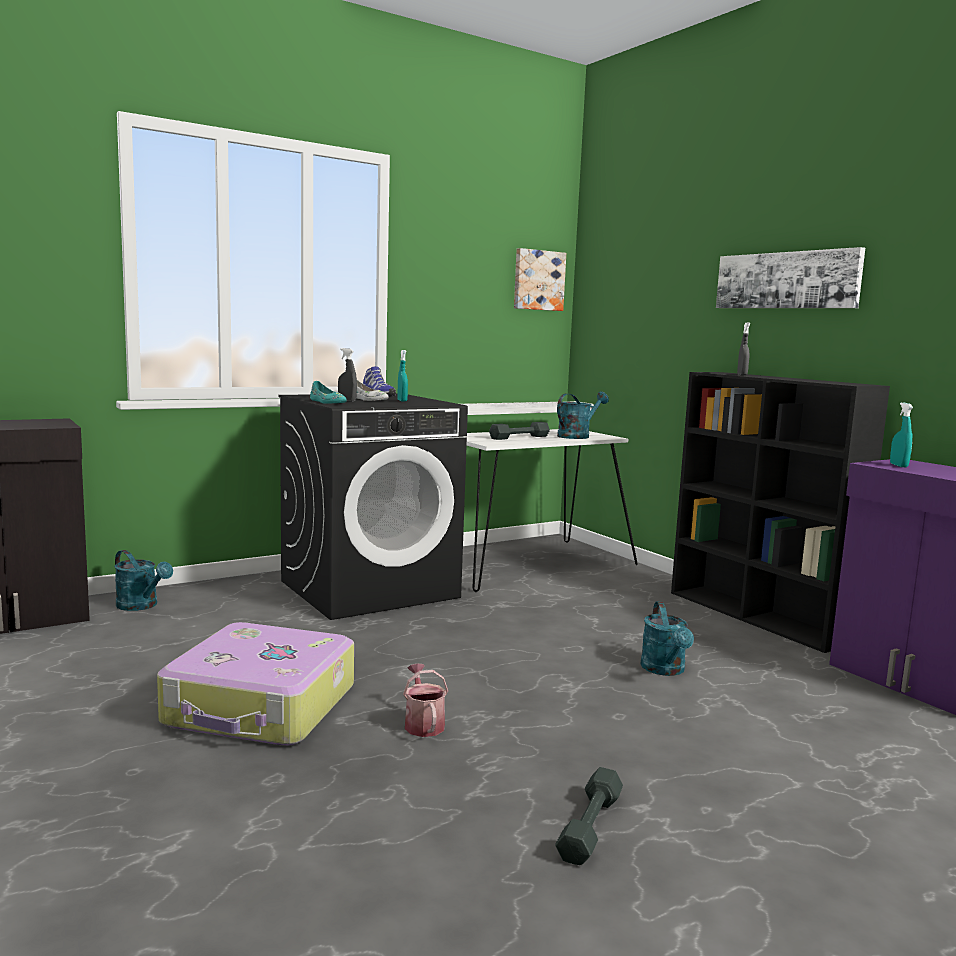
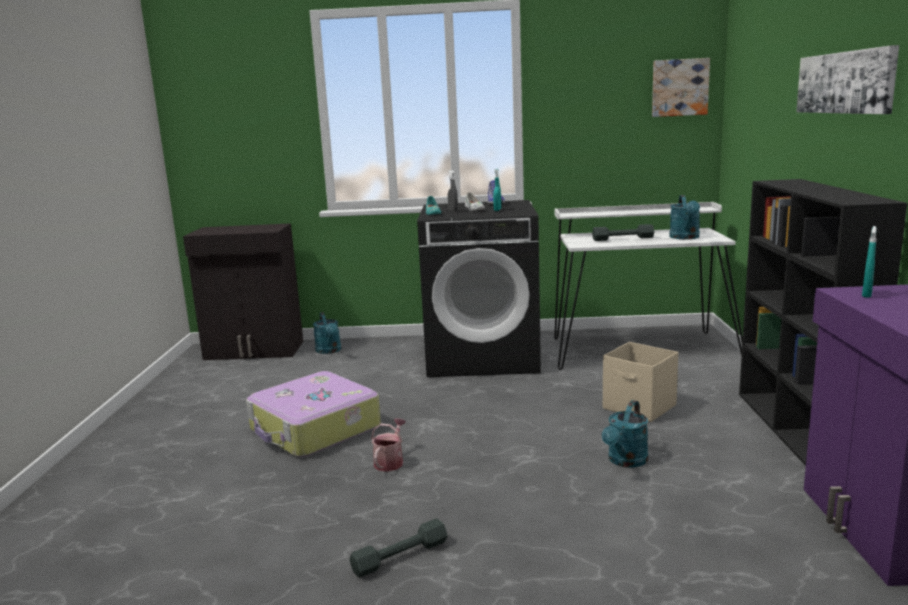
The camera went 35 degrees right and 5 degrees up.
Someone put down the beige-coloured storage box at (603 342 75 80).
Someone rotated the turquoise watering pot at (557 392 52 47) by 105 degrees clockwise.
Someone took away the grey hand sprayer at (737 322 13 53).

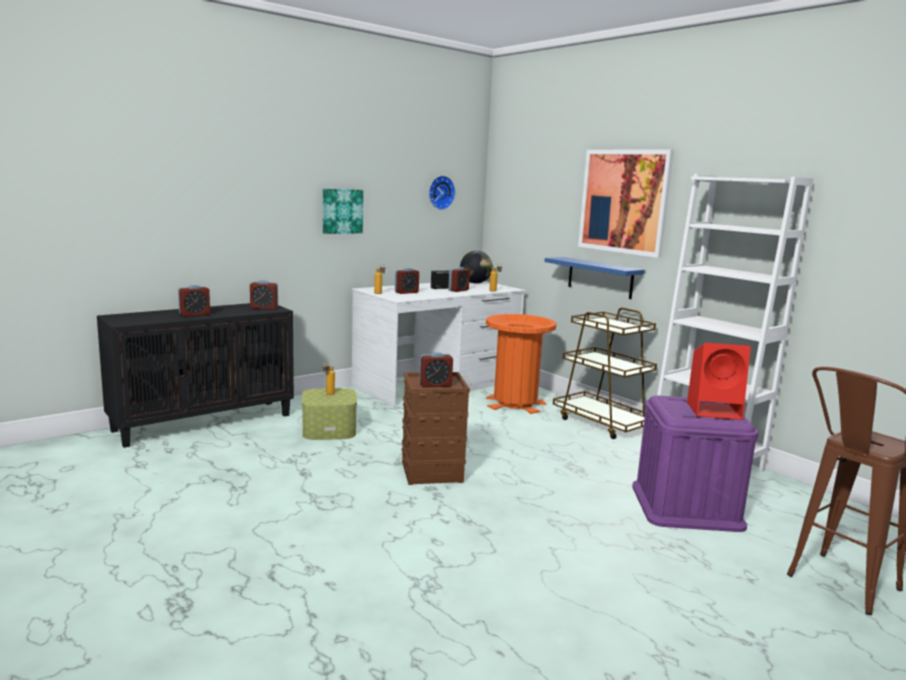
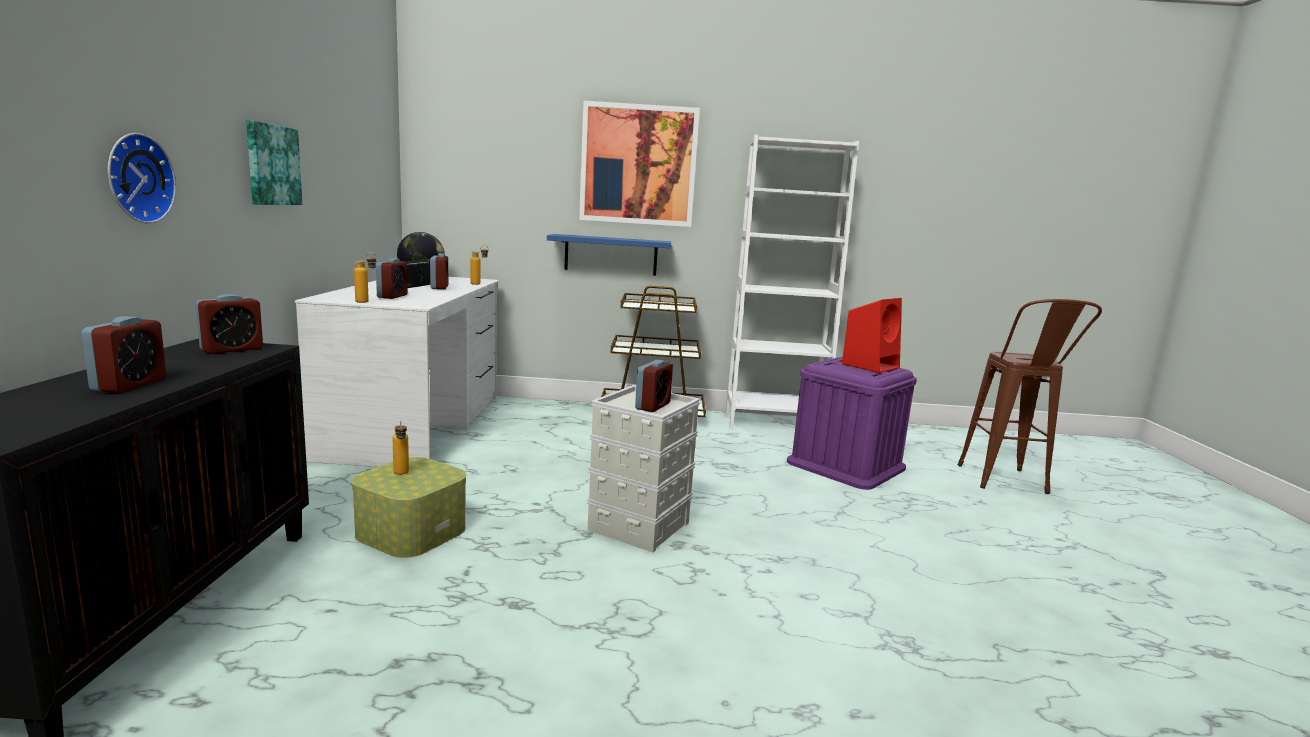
The camera went 50 degrees left and 0 degrees up.
Someone carried the wall clock from (429 176 27 34) to (108 133 68 90).
Someone repainted the brown storage box at (401 372 69 113), which became the grey storage box at (587 385 113 167).
Someone took away the orange-coloured rubbish bin at (486 314 71 100).

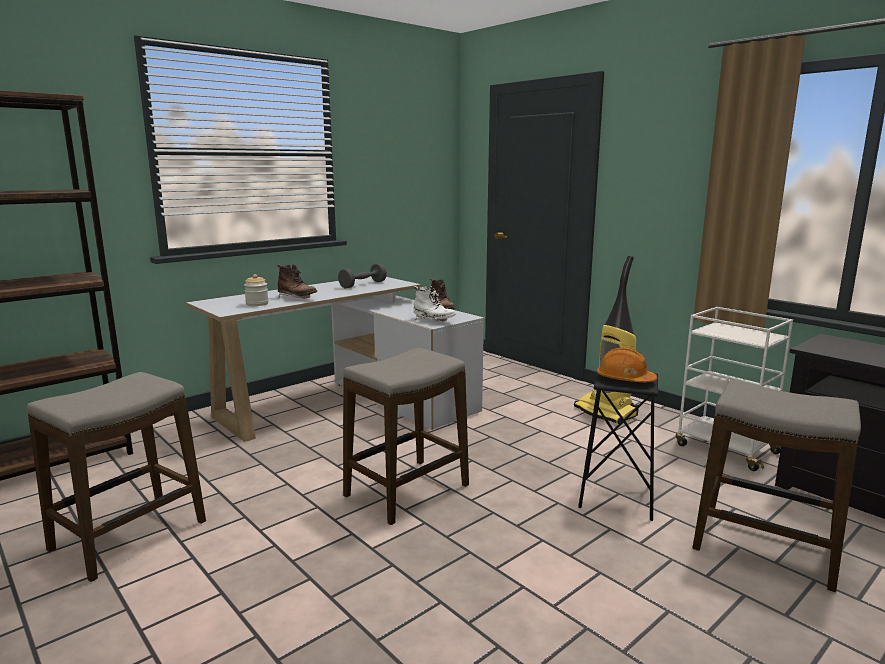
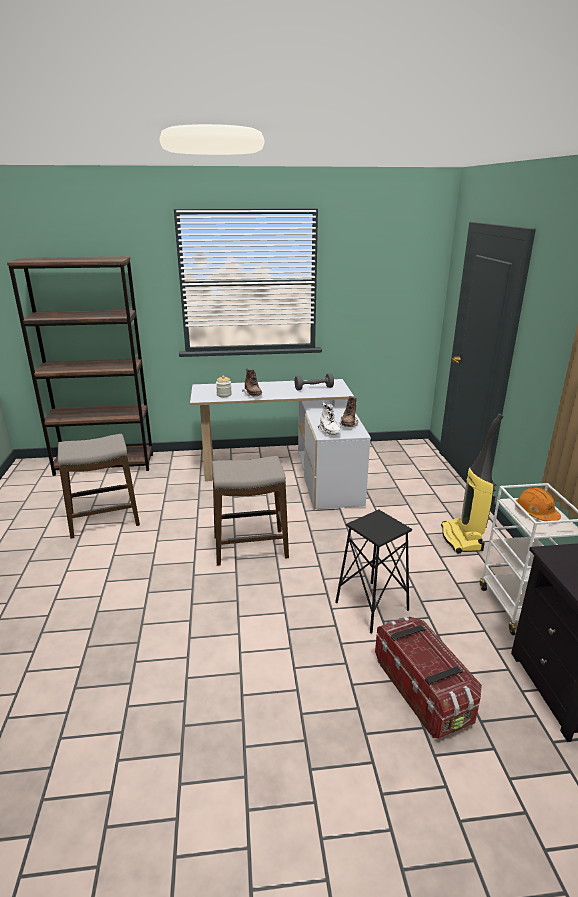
The camera went 35 degrees right and 10 degrees up.
Someone swapped the sitting stool at (693 380 168 212) for the storage box at (375 617 107 122).
Someone carried the orange-coloured hard hat from (597 347 60 35) to (515 488 46 33).

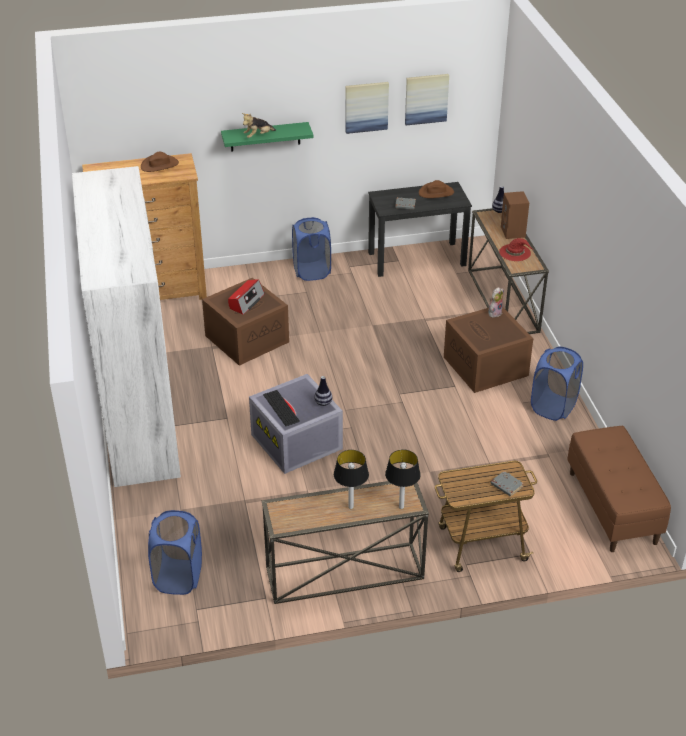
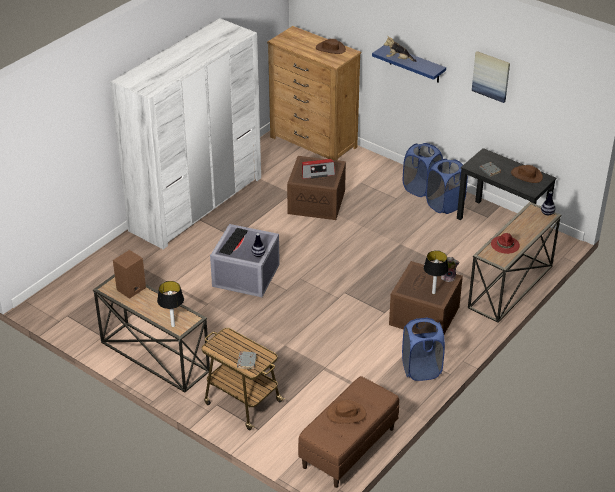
The camera went 50 degrees right and 0 degrees up.
Someone carried the brown speaker from (501 191 28 48) to (113 250 33 49).
Someone put down the brown hat at (327 399 39 25).
Someone repainted the greenish wall shelf at (221 122 92 30), which became the blue wall shelf at (372 45 74 38).
Someone carried the lamp for a table from (334 450 35 59) to (423 250 26 44).
Someone carried the blue hamper from (148 510 54 85) to (426 159 42 55).
Someone took away the picture at (405 74 44 52).

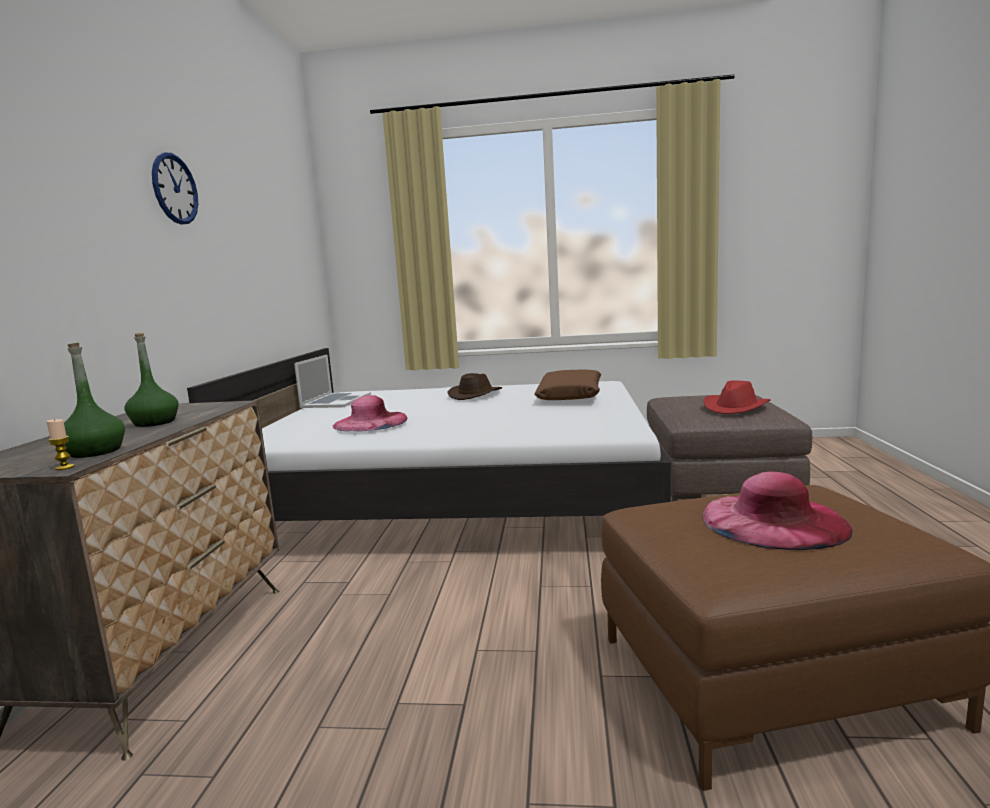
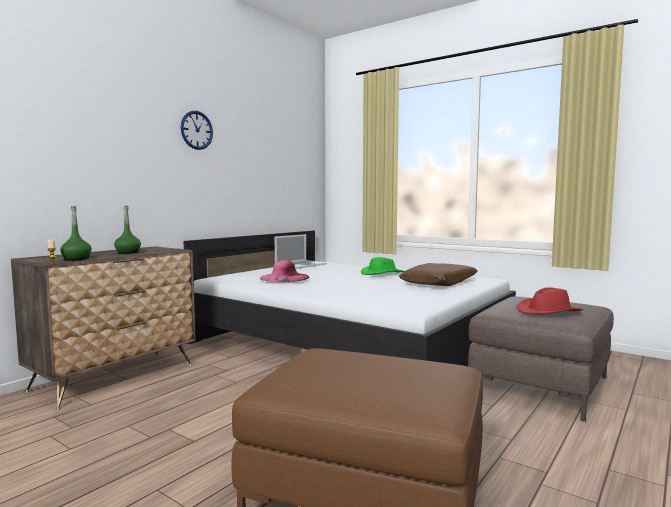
The camera went 30 degrees right and 5 degrees down.
Someone repainted the brown hat at (447 373 55 27), which became the greenish hat at (361 257 43 18).
Someone took away the pink hat at (703 472 150 78).

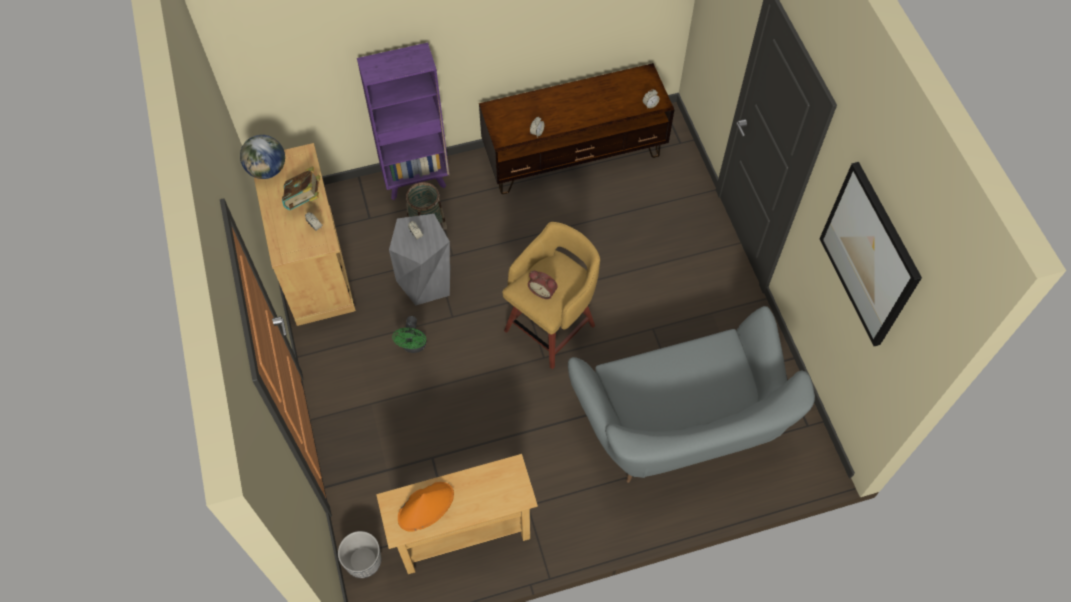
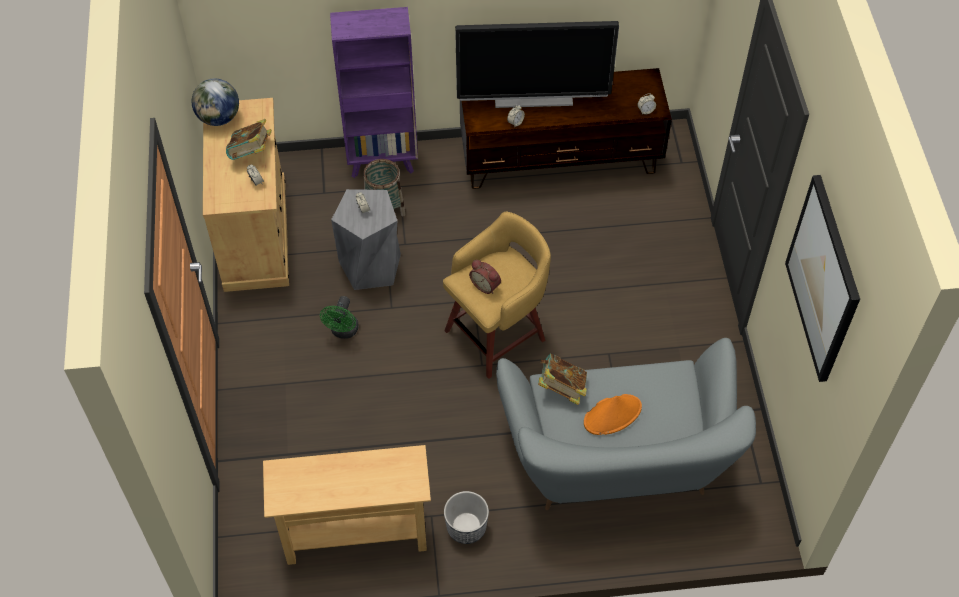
The camera went 10 degrees right and 5 degrees down.
Someone carried the plant pot from (338 531 44 47) to (444 491 45 53).
Someone put down the TV set at (455 21 164 87).
Someone put down the book at (538 353 49 52).
Someone carried the orange-coloured hat from (398 482 56 49) to (584 394 58 41).

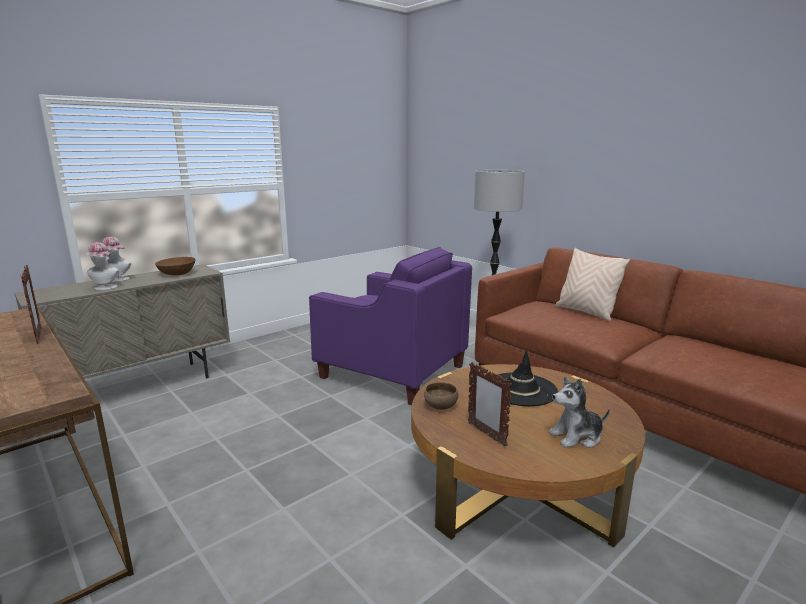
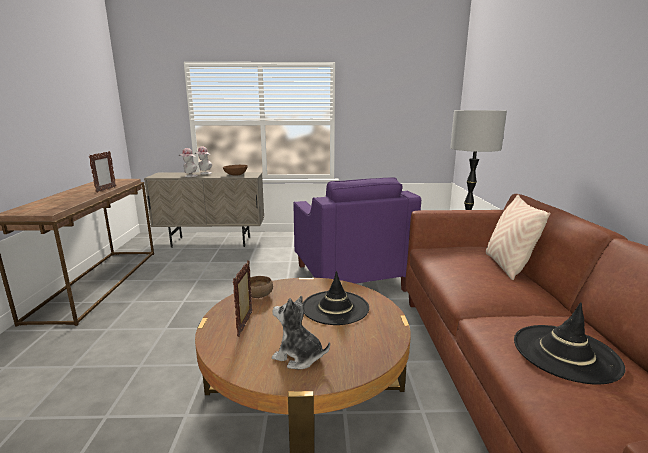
The camera went 40 degrees right and 0 degrees up.
Someone put down the blackish hat at (514 302 111 82).

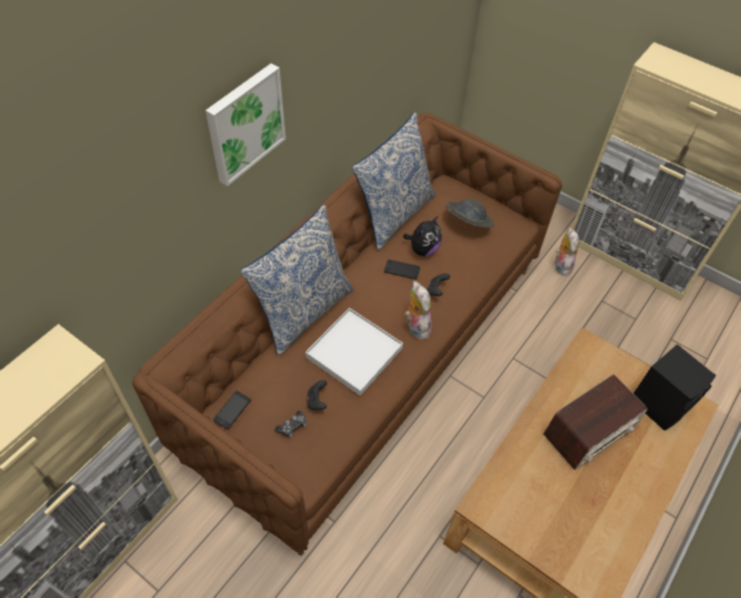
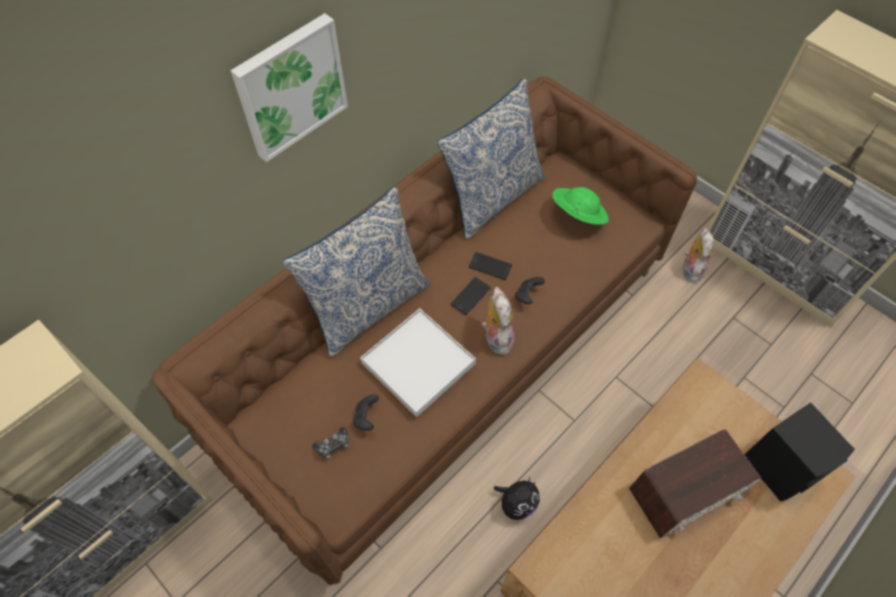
The camera went 10 degrees right and 5 degrees up.
Someone carried the telephone from (213 391 38 38) to (451 277 40 38).
Someone carried the soft toy from (403 216 39 40) to (494 477 46 43).
Someone repainted the grey hat at (446 199 48 28), which became the greenish hat at (552 187 57 38).

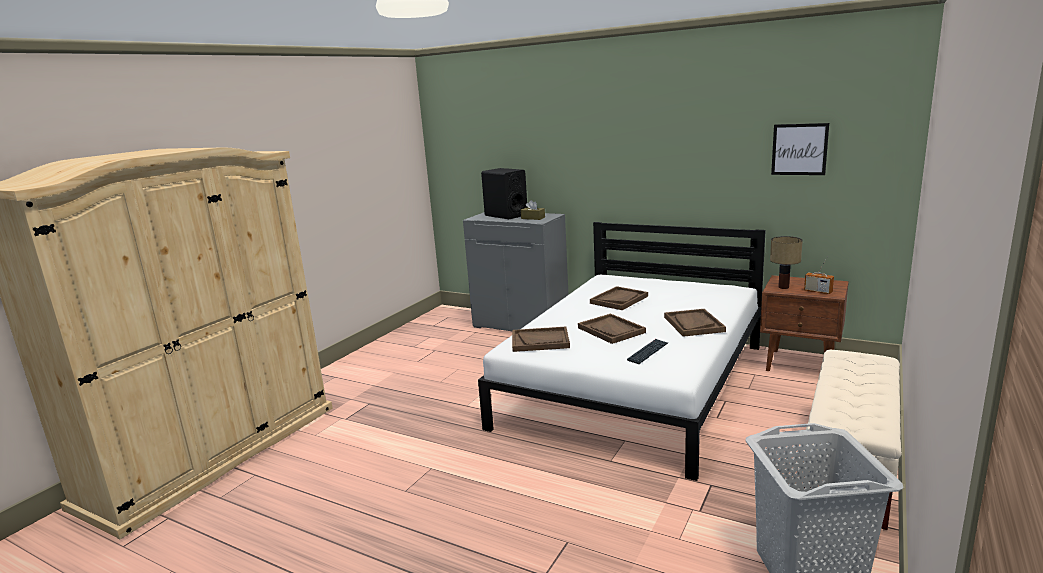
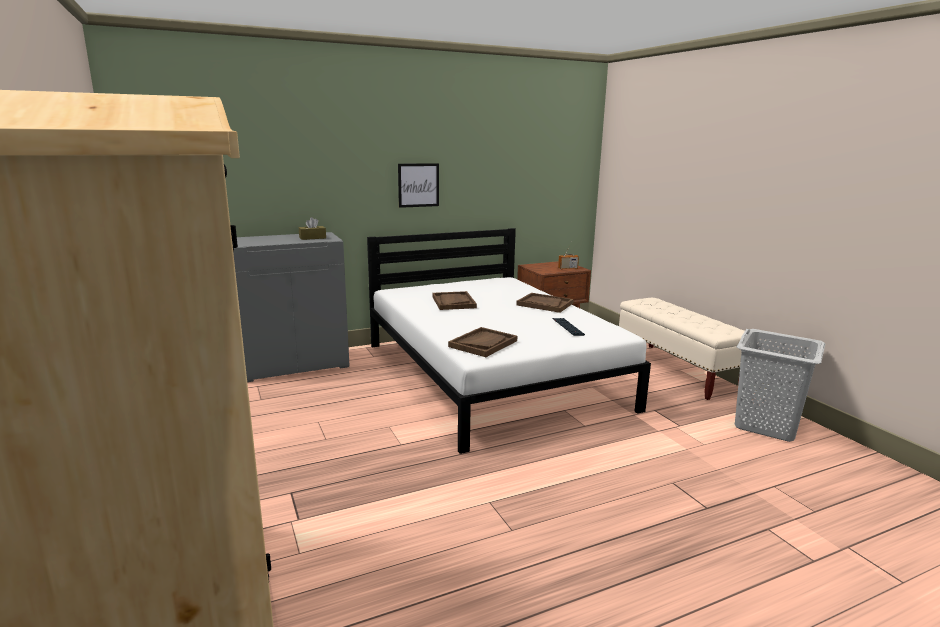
The camera went 55 degrees left and 0 degrees up.
Someone carried the picture from (771 123 58 52) to (398 163 41 45).
Someone took away the blackish speaker at (481 168 46 51).
Someone took away the brown tray at (578 314 68 30).
Someone took away the lamp for a table at (770 236 33 53).

